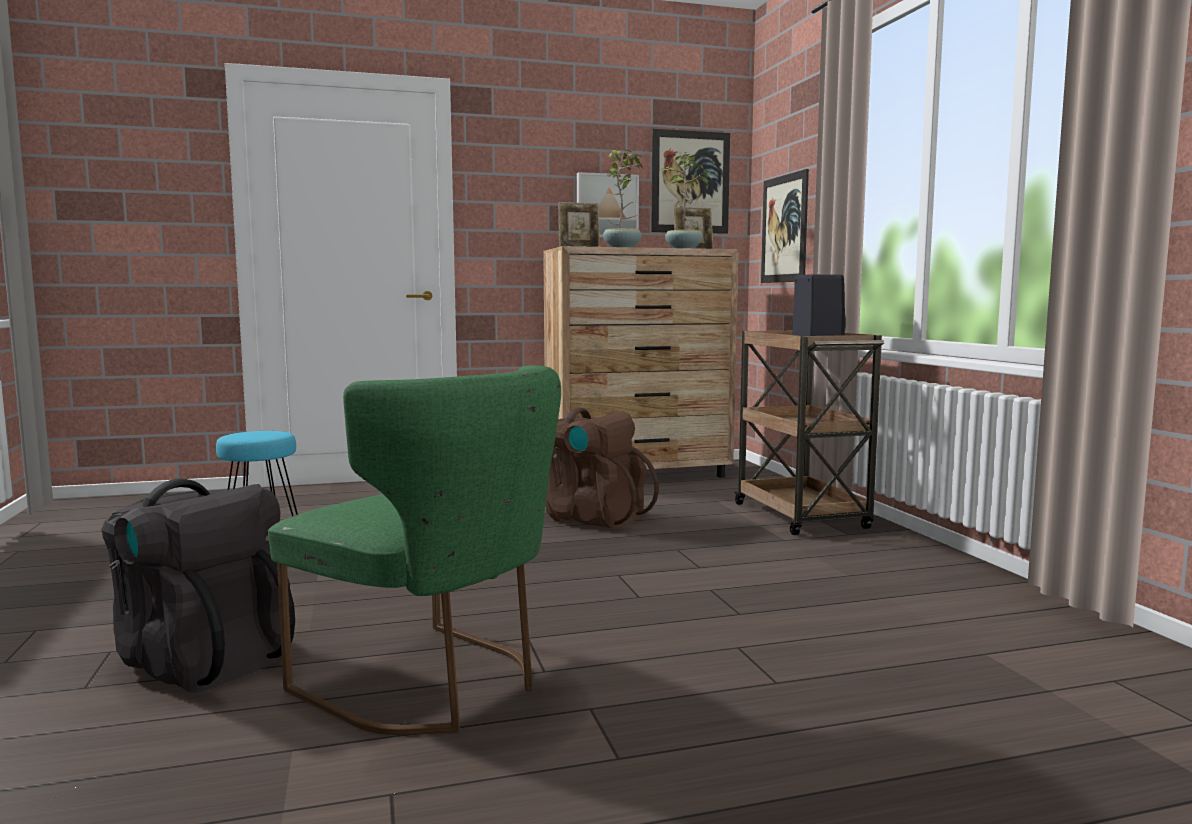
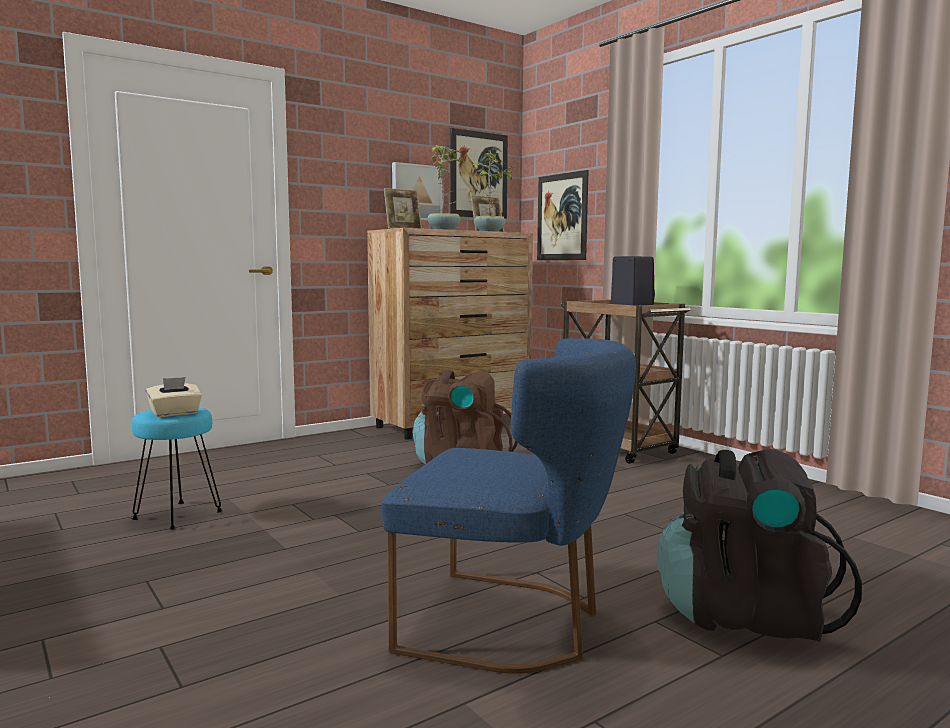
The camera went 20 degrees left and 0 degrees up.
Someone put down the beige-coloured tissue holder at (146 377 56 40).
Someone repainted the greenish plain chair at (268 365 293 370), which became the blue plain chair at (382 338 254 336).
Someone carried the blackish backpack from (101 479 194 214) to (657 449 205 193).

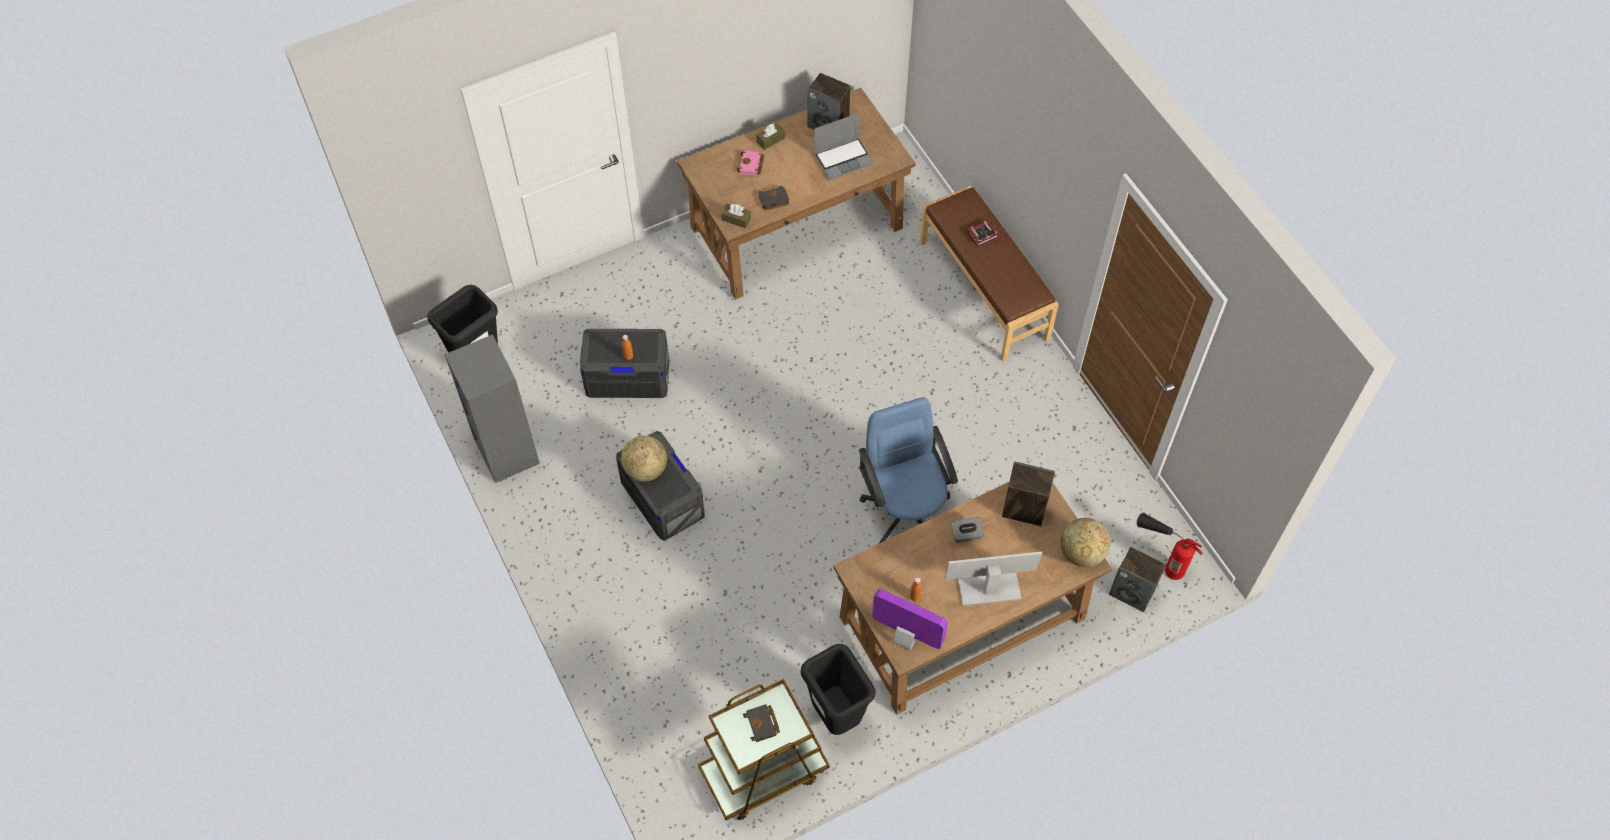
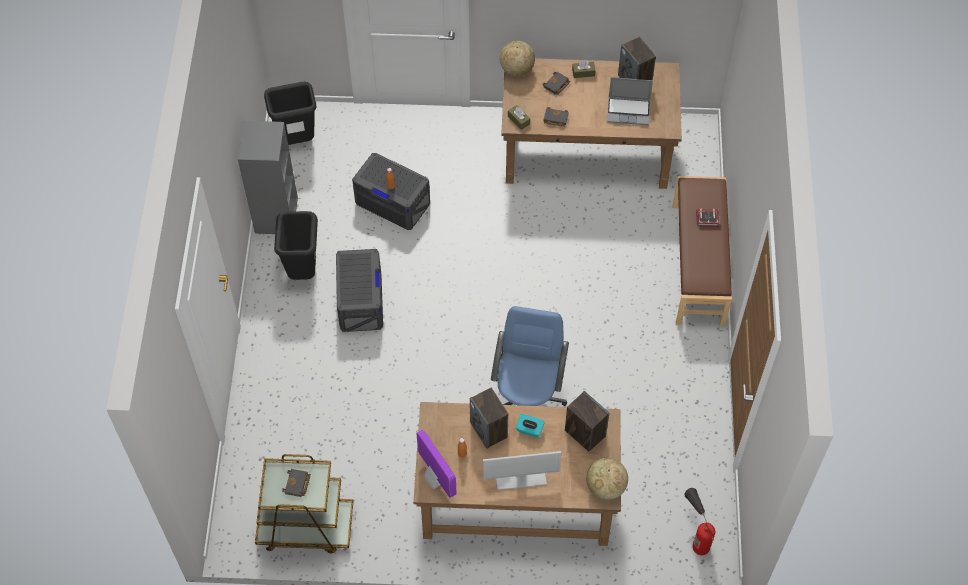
The camera went 30 degrees right and 0 degrees up.
Someone carried the blackish rubbish bin from (801 644 75 91) to (274 211 44 69).
Someone carried the speaker from (1109 547 57 65) to (470 388 38 61).
Someone rotated the monitor at (945 552 97 54) by 150 degrees clockwise.
Someone carried the world globe from (621 436 46 46) to (500 41 35 36).
Someone repainted the grey tissue holder at (950 517 34 26), which became the turquoise tissue holder at (516 414 29 24).
Someone repainted the pink book at (737 150 27 26), which became the blackish book at (542 72 28 22).

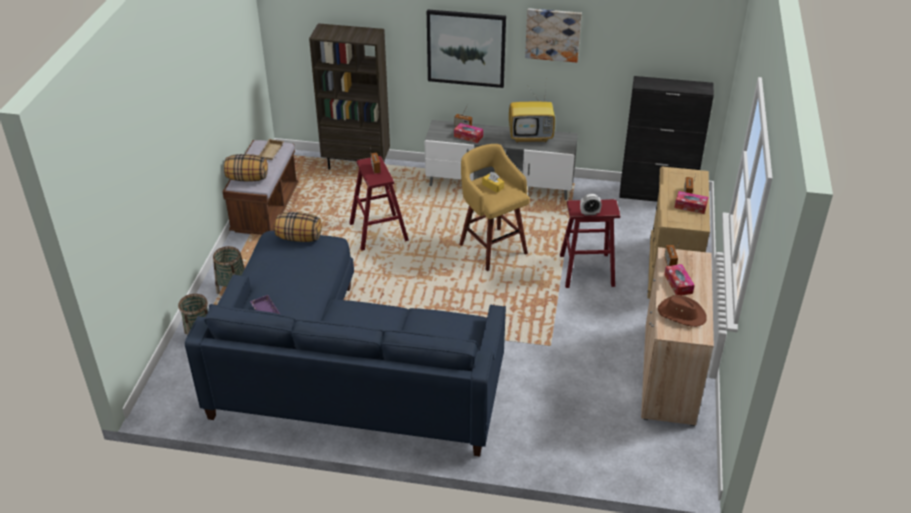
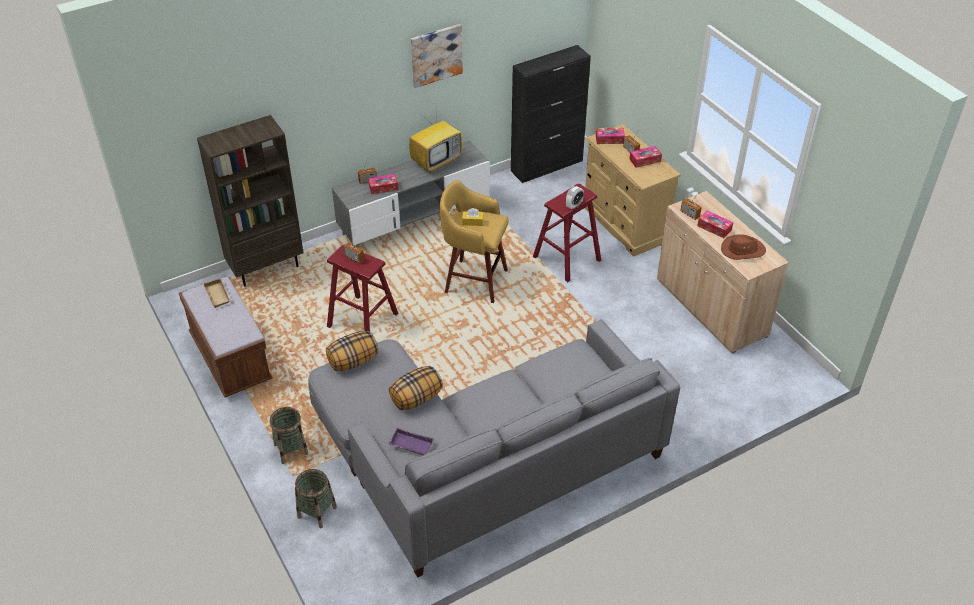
The camera went 40 degrees left and 5 degrees up.
Someone repainted the blue sofa at (185 231 321 226), which became the grey sofa at (308 319 372 259).
Someone carried the throw pillow from (224 154 44 28) to (389 366 54 44).
Someone put down the tissue holder at (596 128 29 16).
Someone took away the picture at (427 9 79 79).

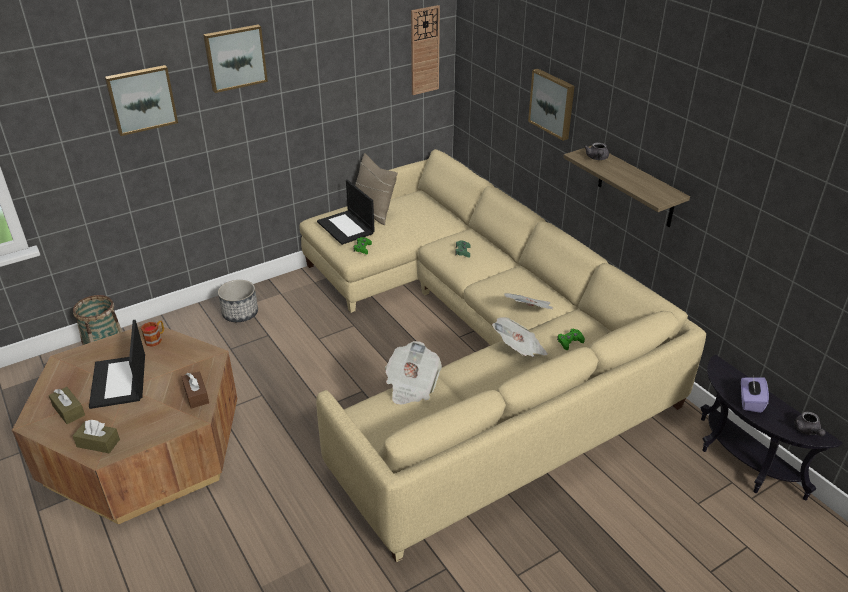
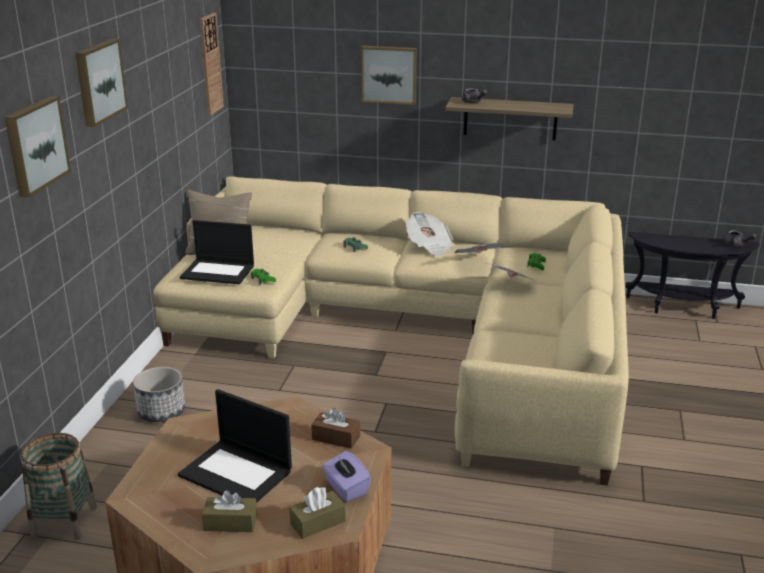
The camera went 45 degrees left and 10 degrees down.
Someone carried the purple tissue holder from (741 375 28 38) to (322 451 49 51).
Someone carried the daily paper from (385 341 57 63) to (405 212 50 45).
Someone took away the coffee mug at (141 321 23 26).

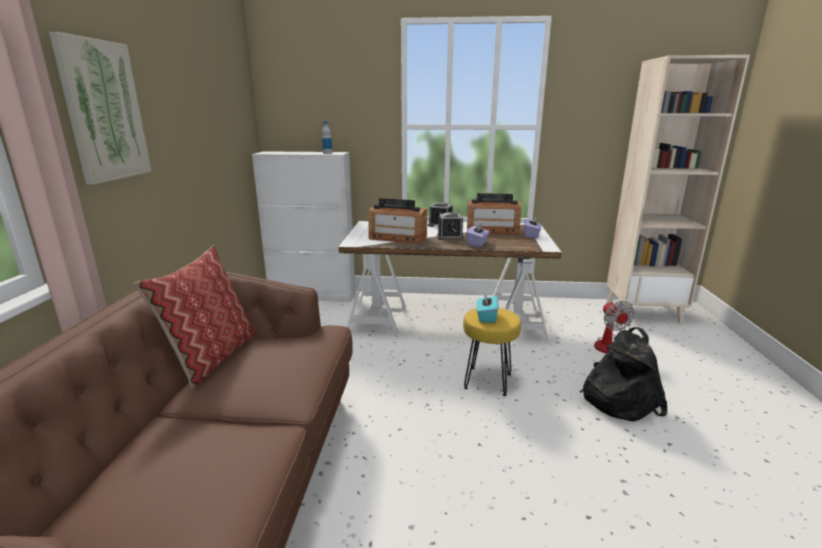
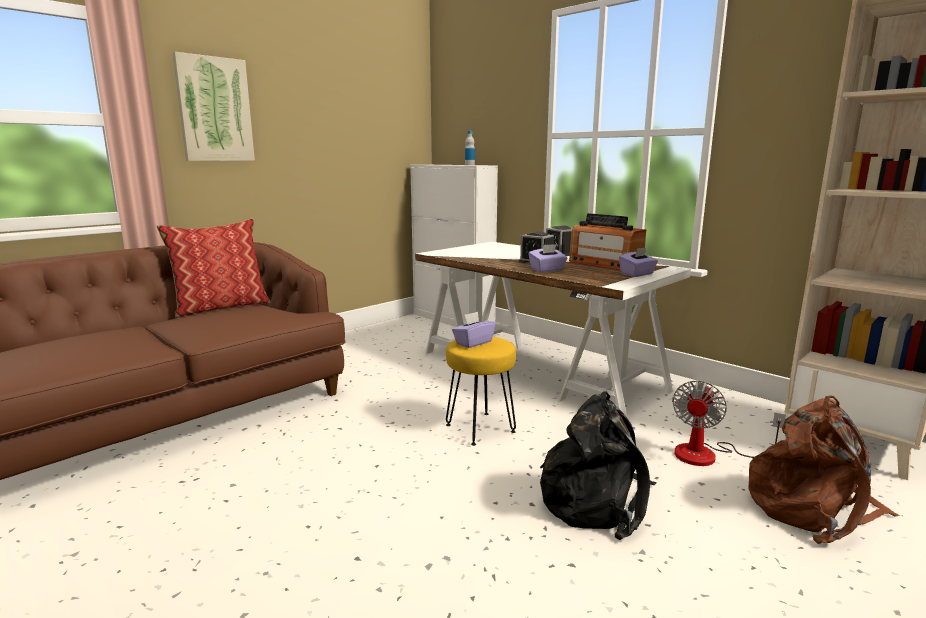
The camera went 40 degrees right and 5 degrees down.
Someone repainted the turquoise tissue holder at (477 292 21 31), which became the purple tissue holder at (452 312 44 36).
Someone put down the brown backpack at (748 395 152 149).
Someone took away the radio set at (368 198 59 46).

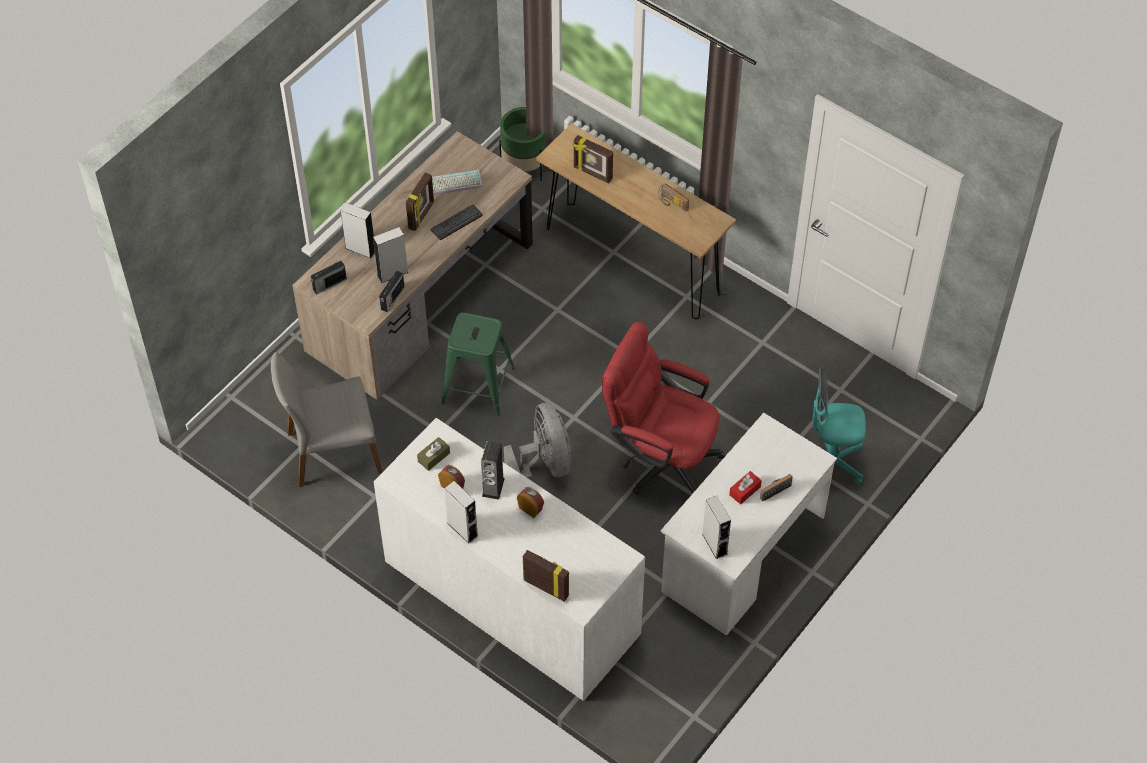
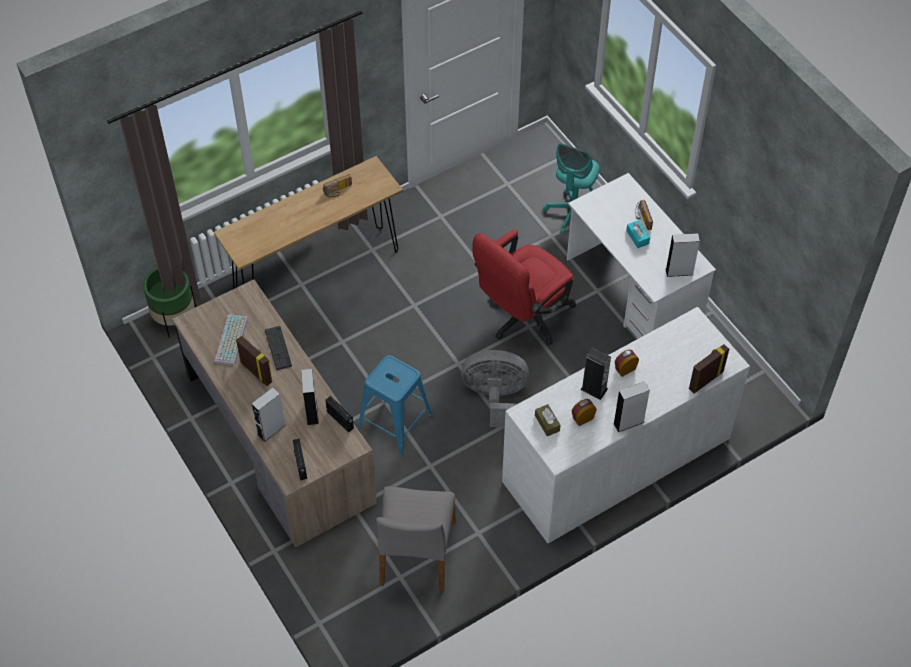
The camera went 70 degrees left and 0 degrees up.
Someone repainted the greenish sitting stool at (441 312 74 104), which became the blue sitting stool at (358 355 75 100).
Someone repainted the red tissue holder at (729 471 33 33), which became the turquoise tissue holder at (626 220 24 28).
Someone took away the standing frame at (573 135 40 48).

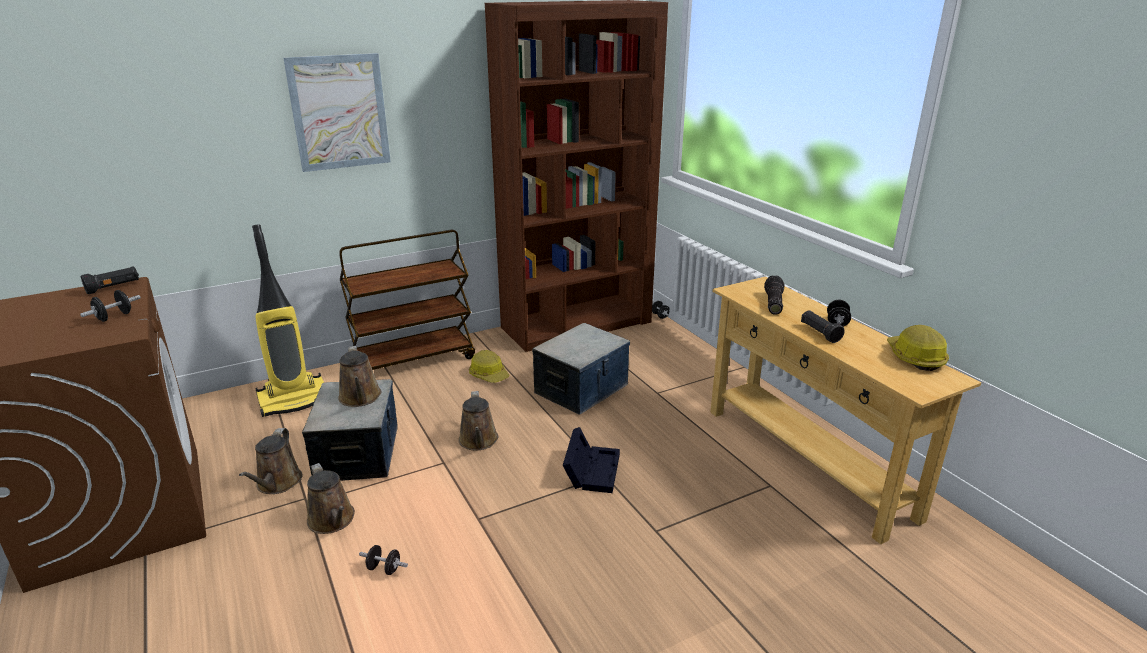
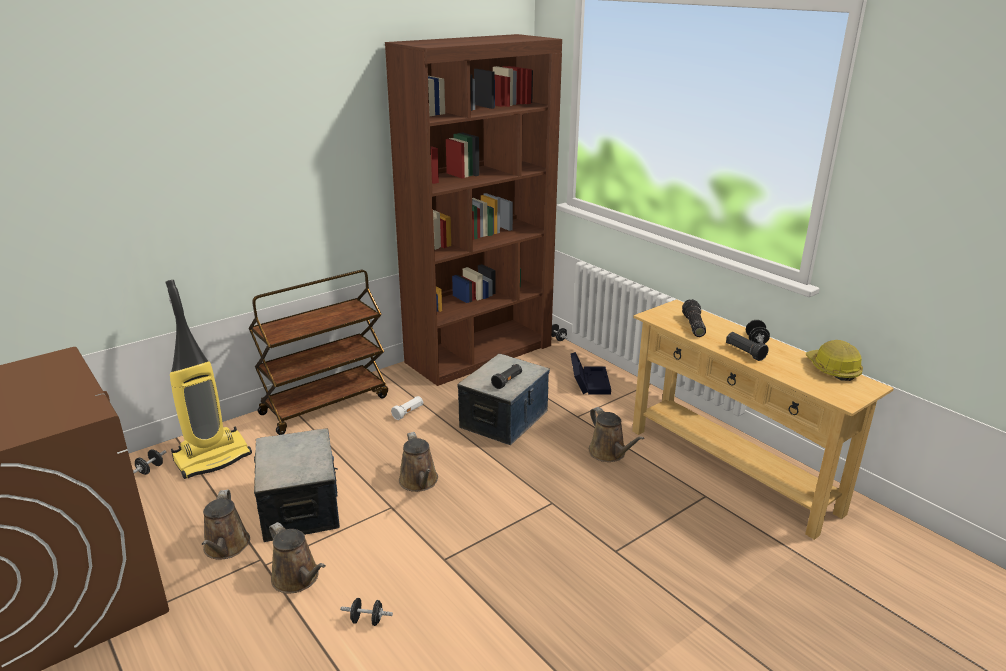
The camera went 10 degrees left and 0 degrees up.
Someone carried the blackish free weight from (80 290 61 32) to (133 449 33 26).
Someone swapped the hard hat at (469 350 40 33) for the white torch at (391 396 32 24).
Someone carried the blackish torch from (81 266 58 28) to (491 364 31 25).
Someone carried the blackish storage box from (563 427 57 66) to (570 352 41 43).
Someone carried the brown watering pot from (338 346 43 61) to (589 407 56 55).
Someone took away the picture at (283 53 108 119).

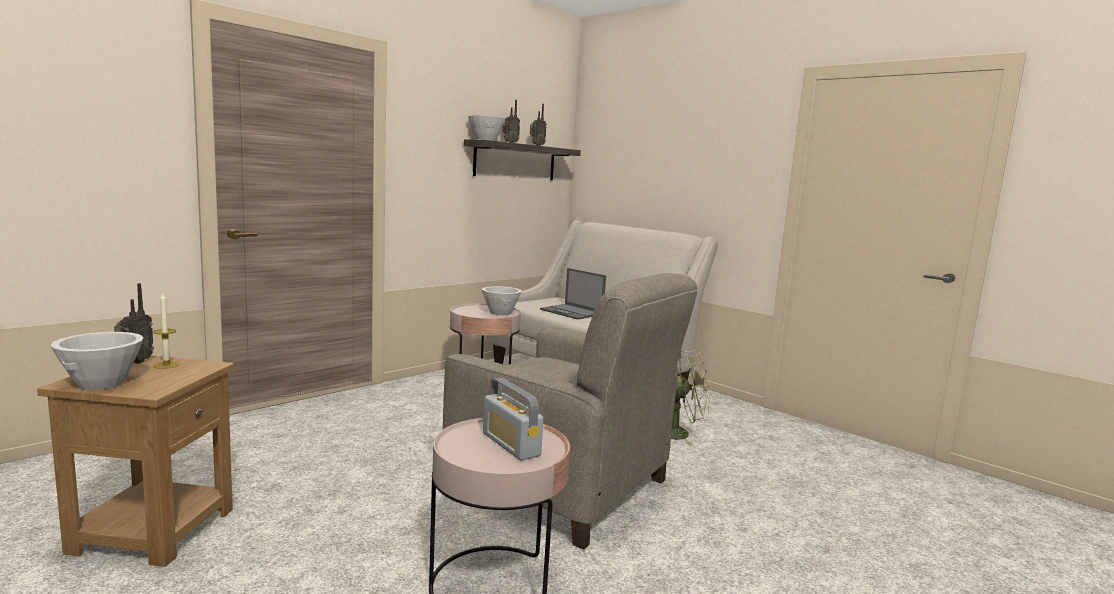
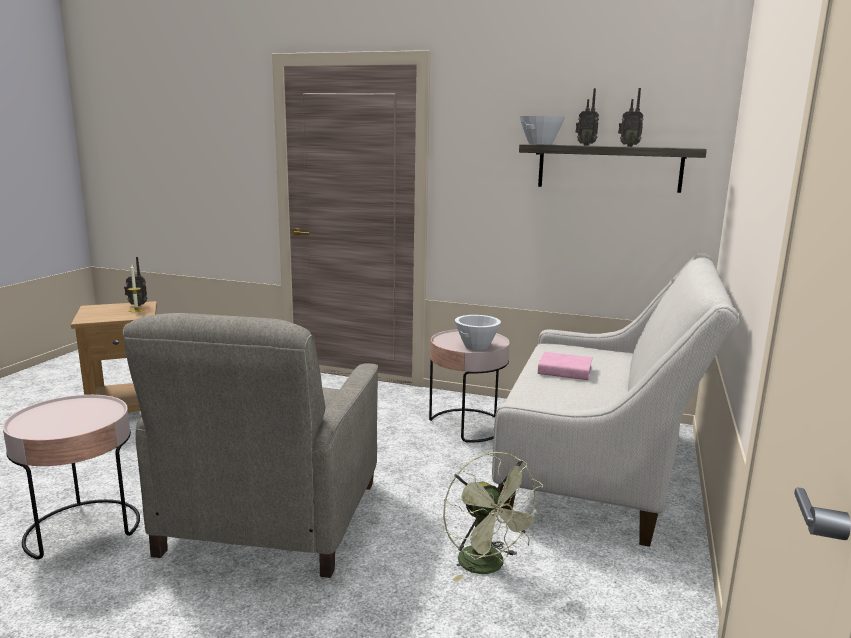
The camera went 65 degrees right and 5 degrees up.
Someone swapped the portable computer at (540 268 66 52) for the pink book at (538 352 55 28).
Someone took away the white deep dish at (50 332 93 58).
Someone took away the radio set at (483 378 60 82).

